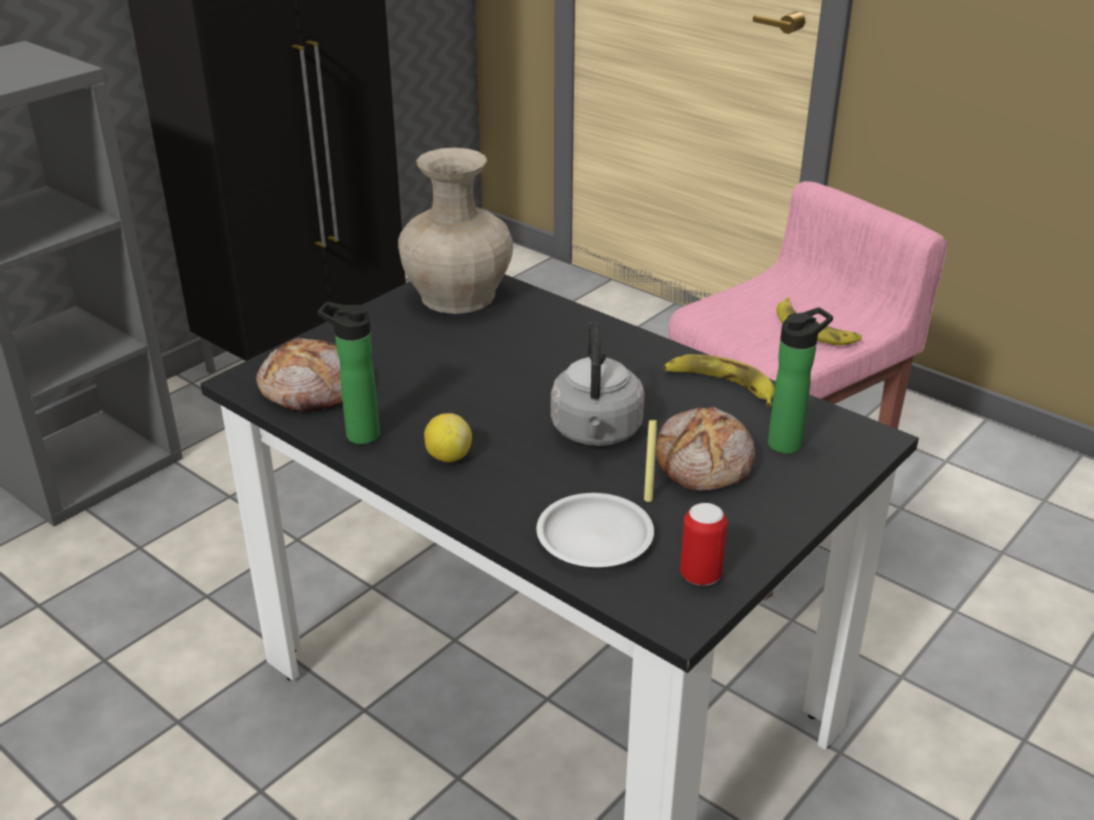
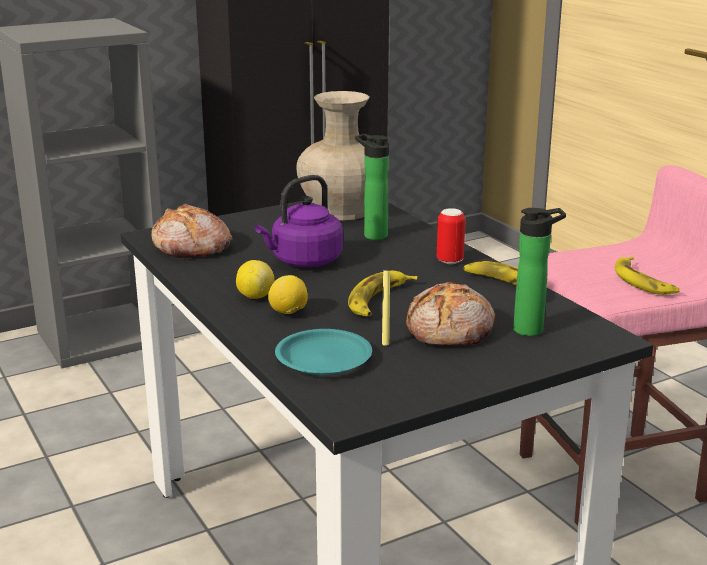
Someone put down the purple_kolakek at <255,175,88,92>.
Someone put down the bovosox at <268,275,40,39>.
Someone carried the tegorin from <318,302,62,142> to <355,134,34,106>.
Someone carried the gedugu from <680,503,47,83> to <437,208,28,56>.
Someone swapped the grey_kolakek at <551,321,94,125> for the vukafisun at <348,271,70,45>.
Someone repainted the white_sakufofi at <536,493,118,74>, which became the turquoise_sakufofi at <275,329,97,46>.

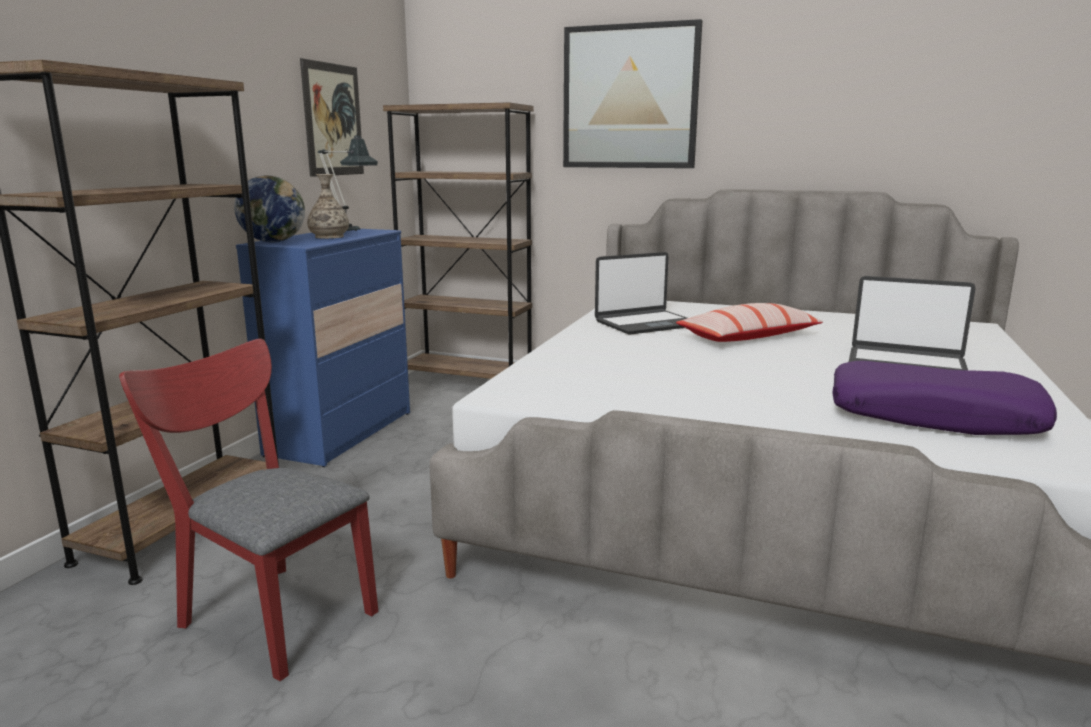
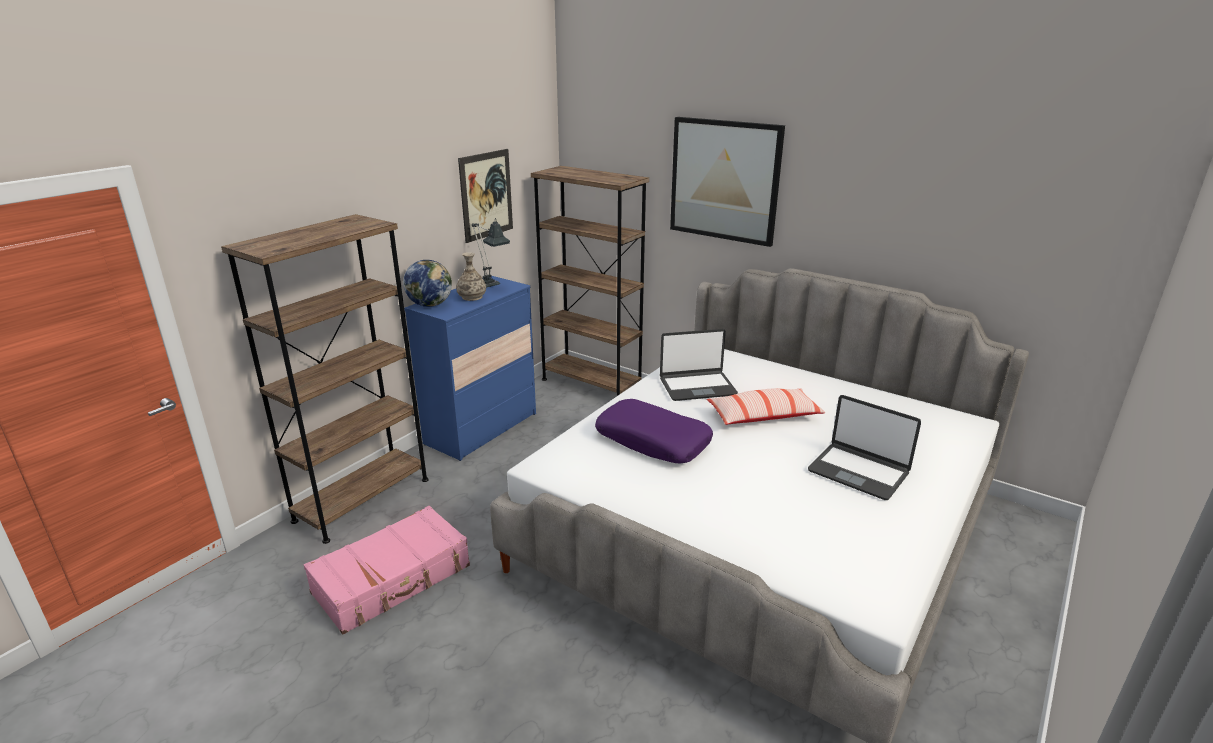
Someone carried the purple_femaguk from <833,361,224,74> to <595,399,118,65>.
Someone swapped the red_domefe at <119,339,259,342> for the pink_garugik at <304,506,166,129>.

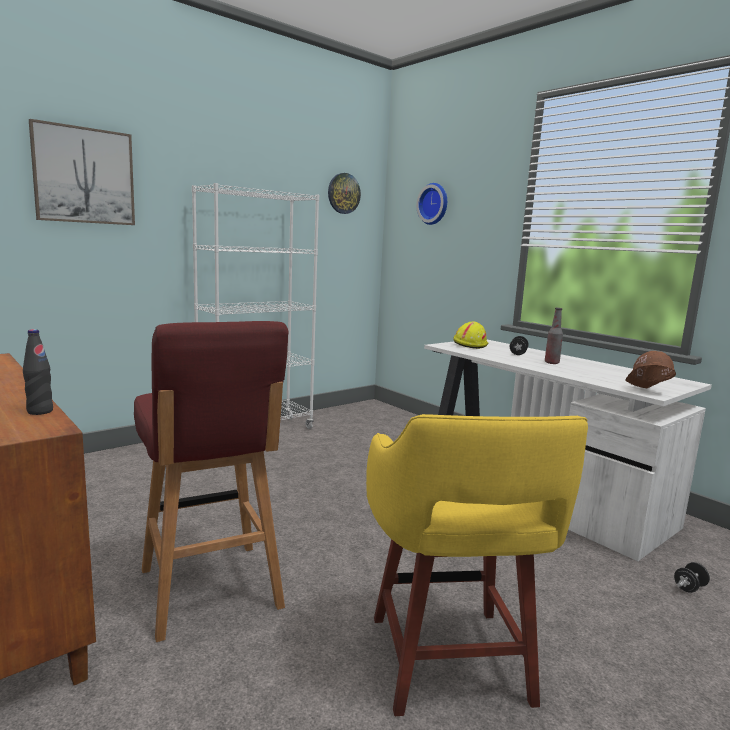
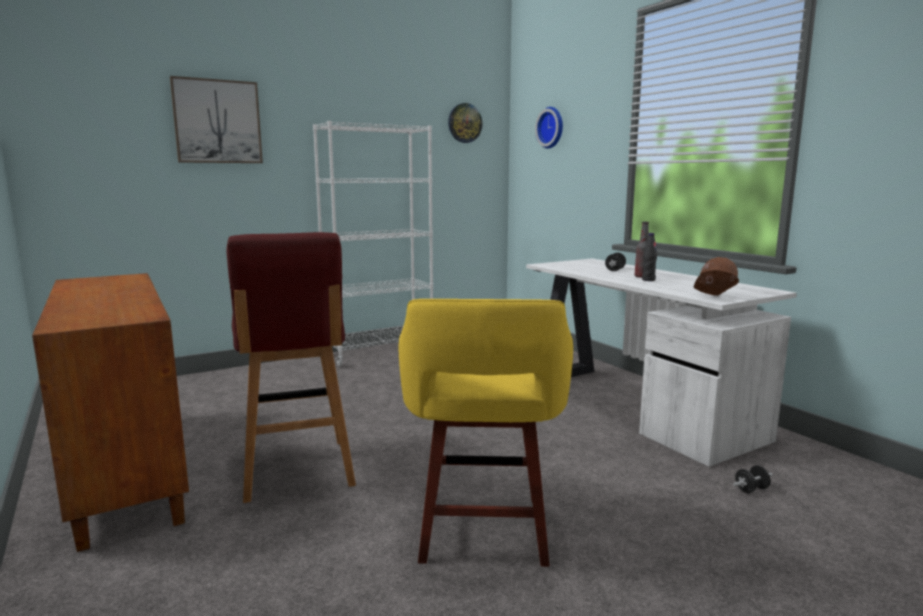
Someone took away the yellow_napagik at <454,322,34,27>.
Someone carried the black_tegorin from <23,329,30,86> to <642,233,15,48>.

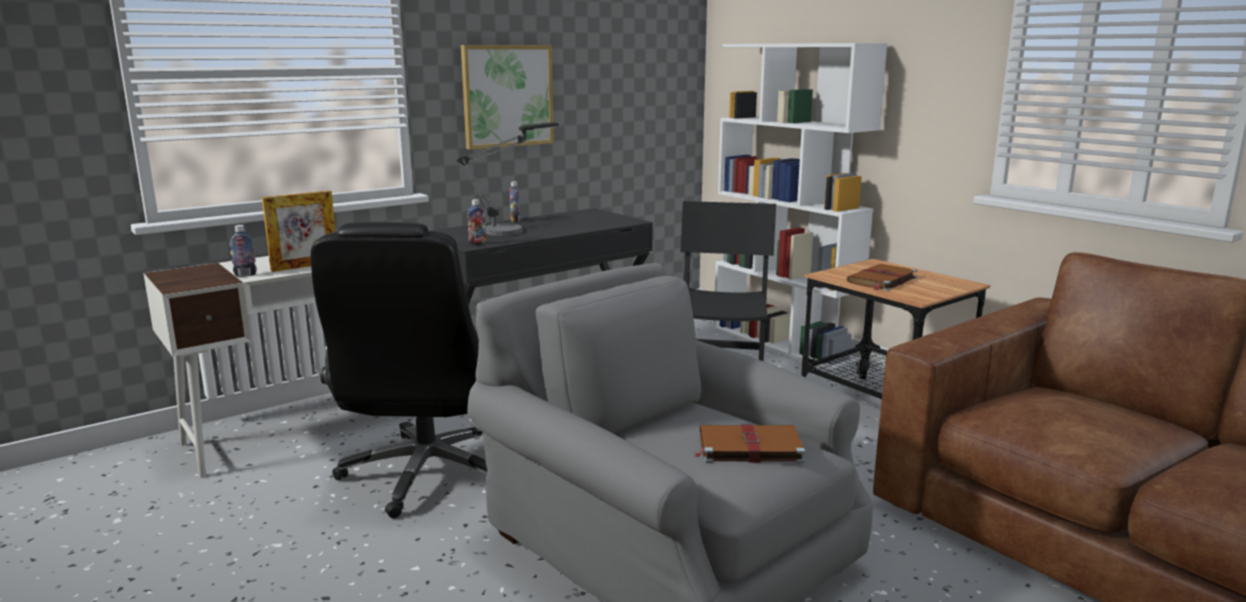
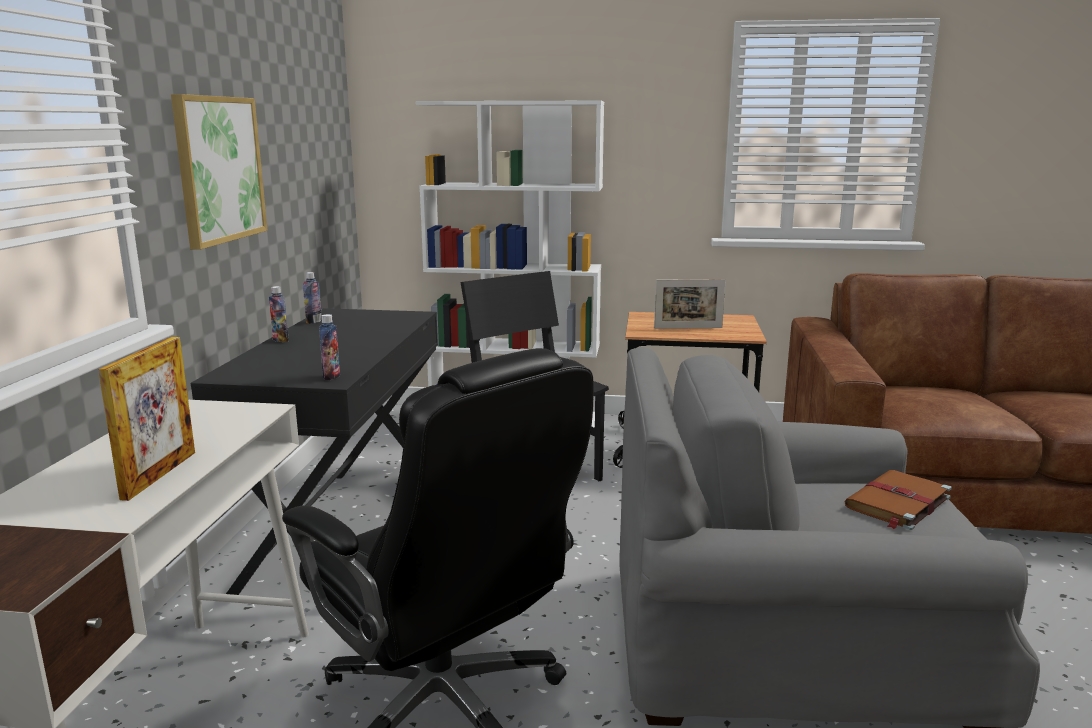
Someone took away the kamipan at <457,122,102,114>.
Someone carried the tegorin from <230,225,27,52> to <303,272,19,52>.
Someone swapped the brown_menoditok at <847,264,71,27> for the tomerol at <654,279,72,50>.

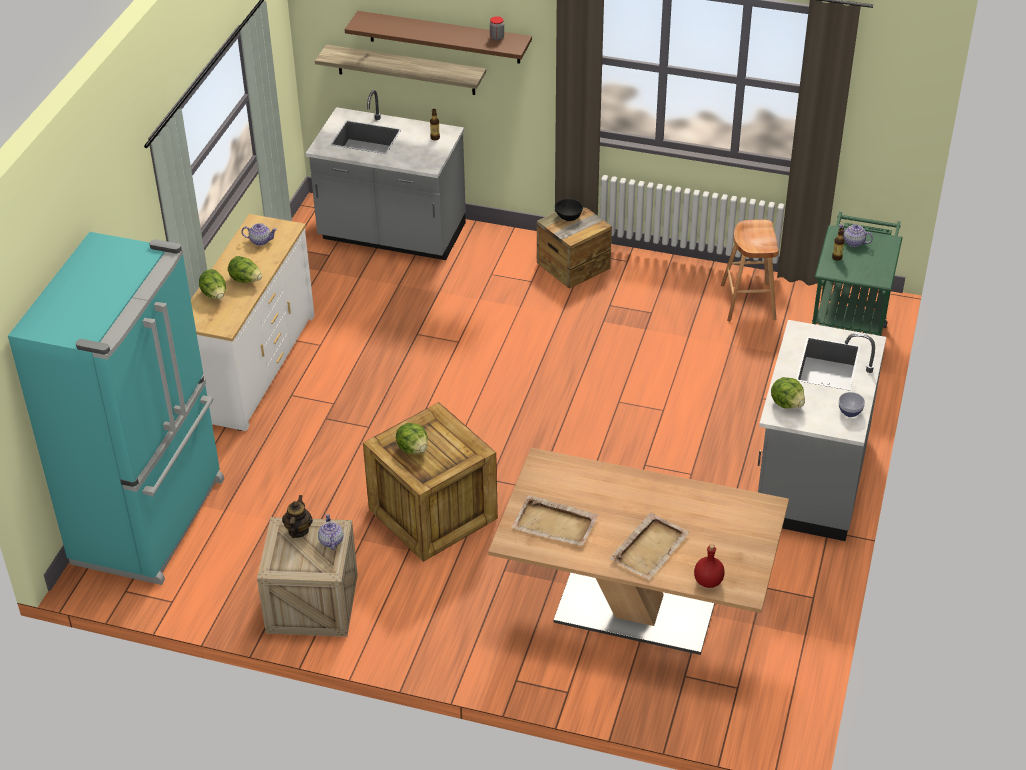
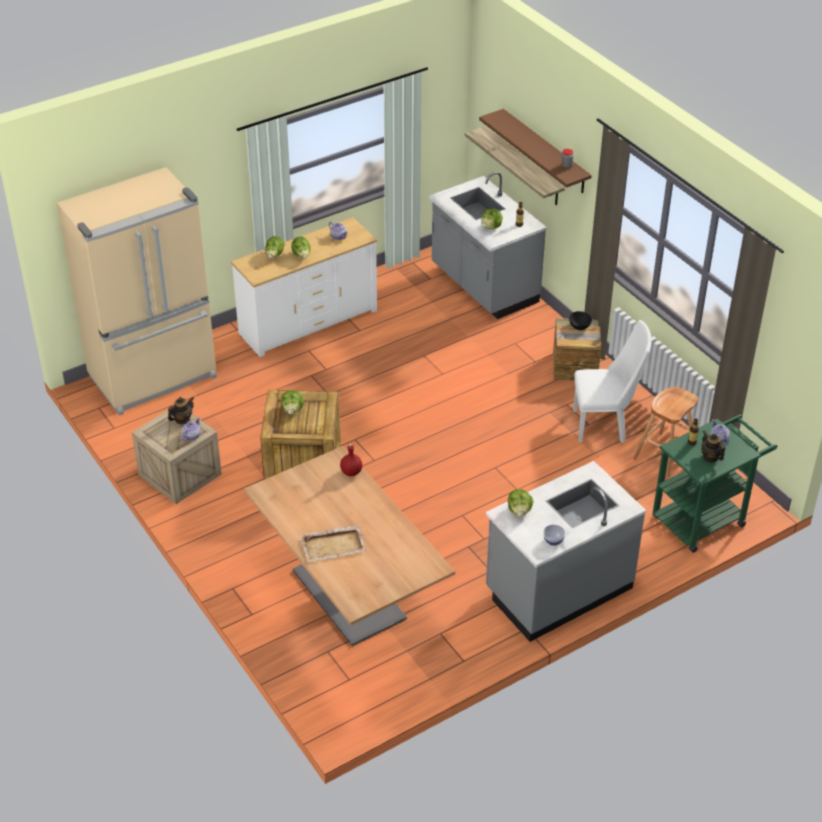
Someone took away the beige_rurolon at <511,495,87,51>.
Someone put down the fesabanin at <481,208,22,21>.
Someone put down the white_domefe at <573,320,78,123>.
Someone put down the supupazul at <701,431,24,31>.
Someone carried the red_tegorin from <694,544,31,44> to <340,443,22,33>.
Someone repainted the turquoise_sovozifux at <8,232,216,353>, which became the beige_sovozifux at <57,167,160,249>.

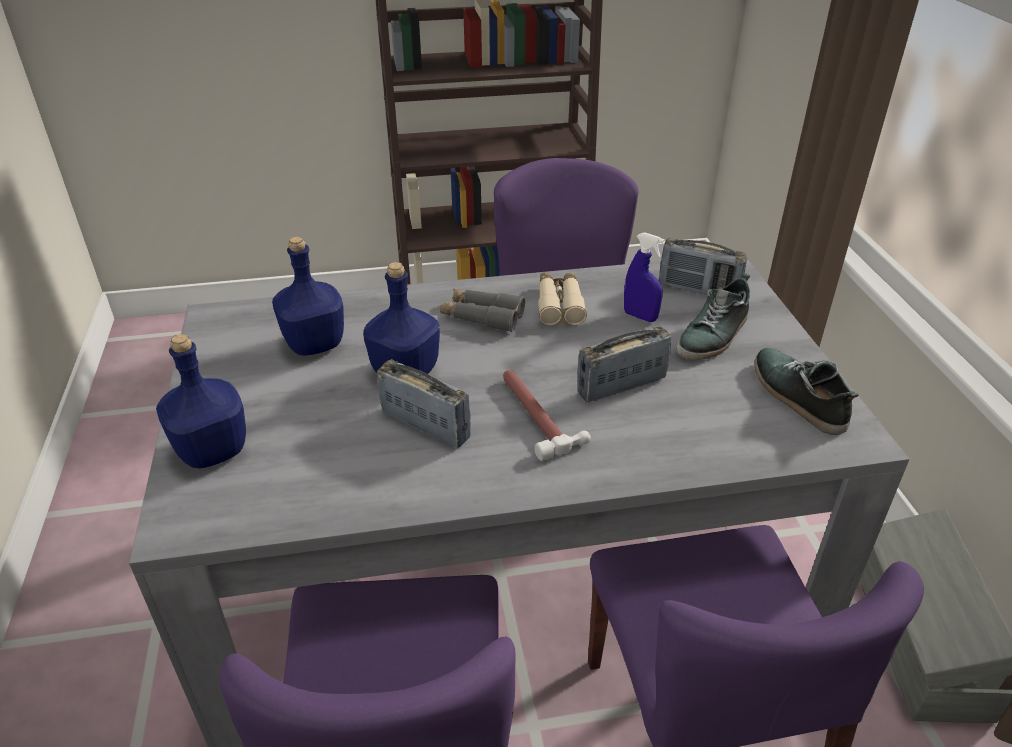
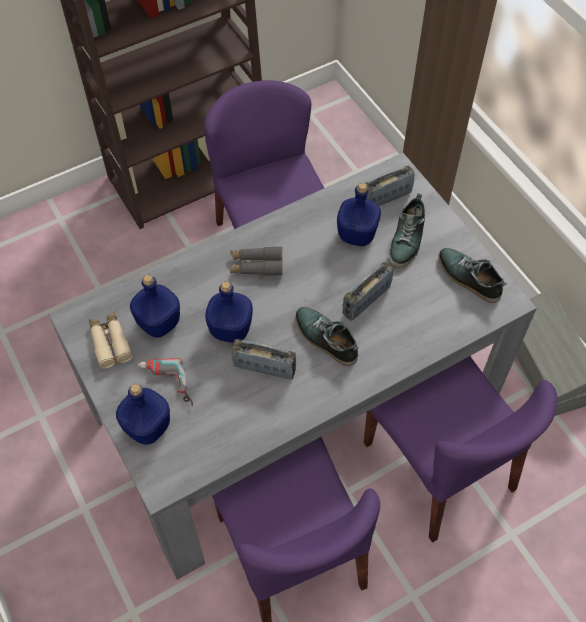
Someone put down the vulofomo at <137,358,56,48>.
Someone carried the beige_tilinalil from <538,272,49,53> to <89,312,44,57>.
Someone swapped the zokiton at <503,370,88,91> for the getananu at <295,307,64,59>.
Someone swapped the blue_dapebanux at <624,232,41,90> for the blue_tegorin at <337,183,44,63>.
Someone rotated the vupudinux at <659,238,88,57> by 150 degrees clockwise.

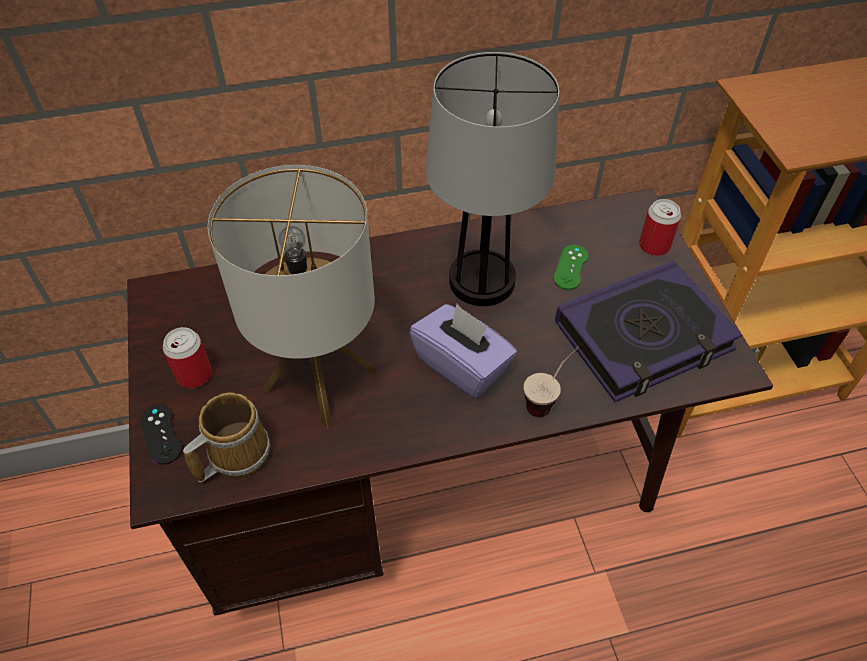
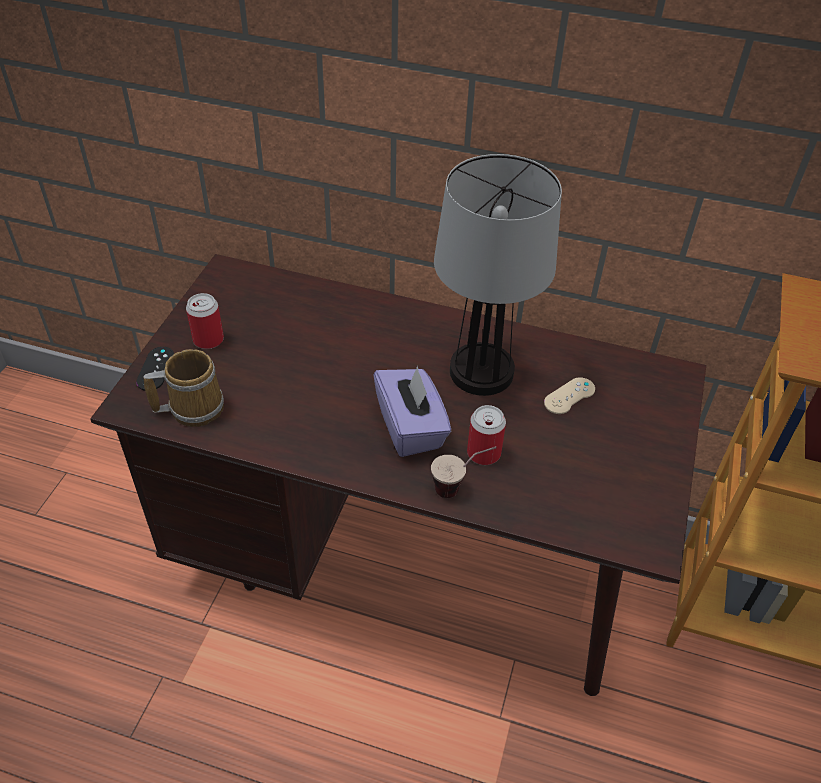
Someone took away the kamipan at <208,165,169,263>.
Someone took away the menoditok at <555,260,187,142>.
Someone carried the gedugu from <639,199,42,57> to <467,405,39,60>.
Someone repainted the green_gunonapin at <553,245,35,45>, which became the beige_gunonapin at <544,377,51,37>.

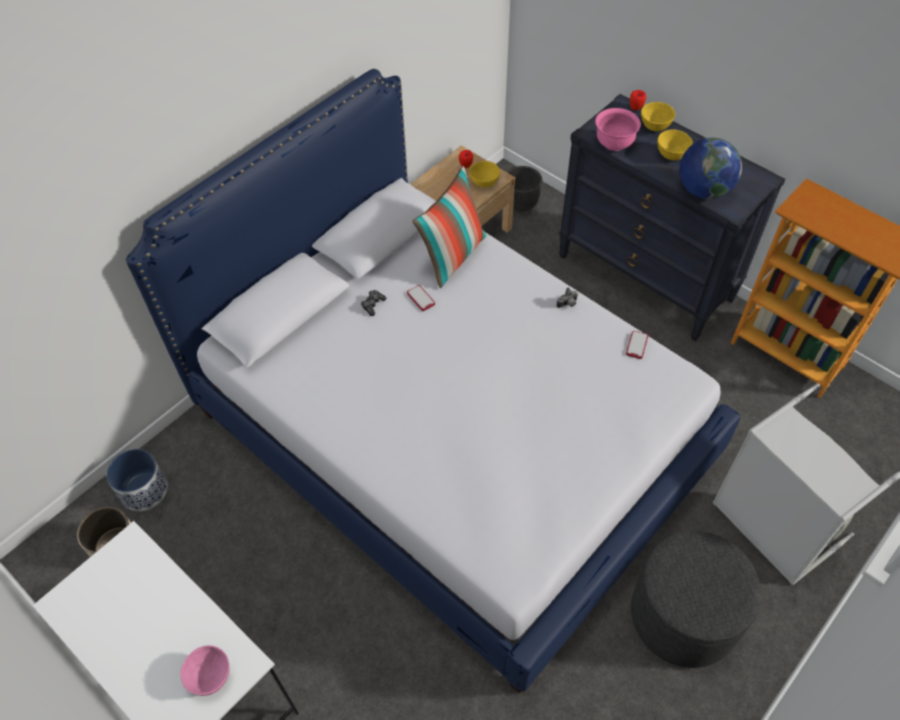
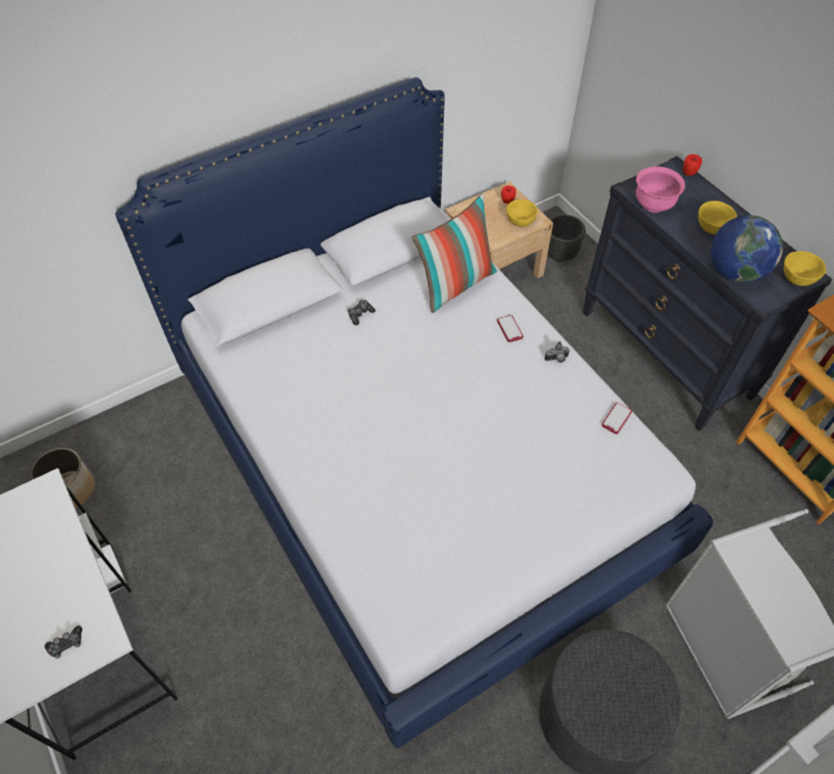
Someone took away the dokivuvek at <107,449,61,62>.
Someone carried the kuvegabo from <407,285,28,26> to <497,315,26,27>.
Someone carried the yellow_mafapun from <641,102,34,29> to <784,251,42,35>.
Someone swapped the pink_mafapun at <180,645,50,51> for the gunonapin at <45,625,37,34>.

